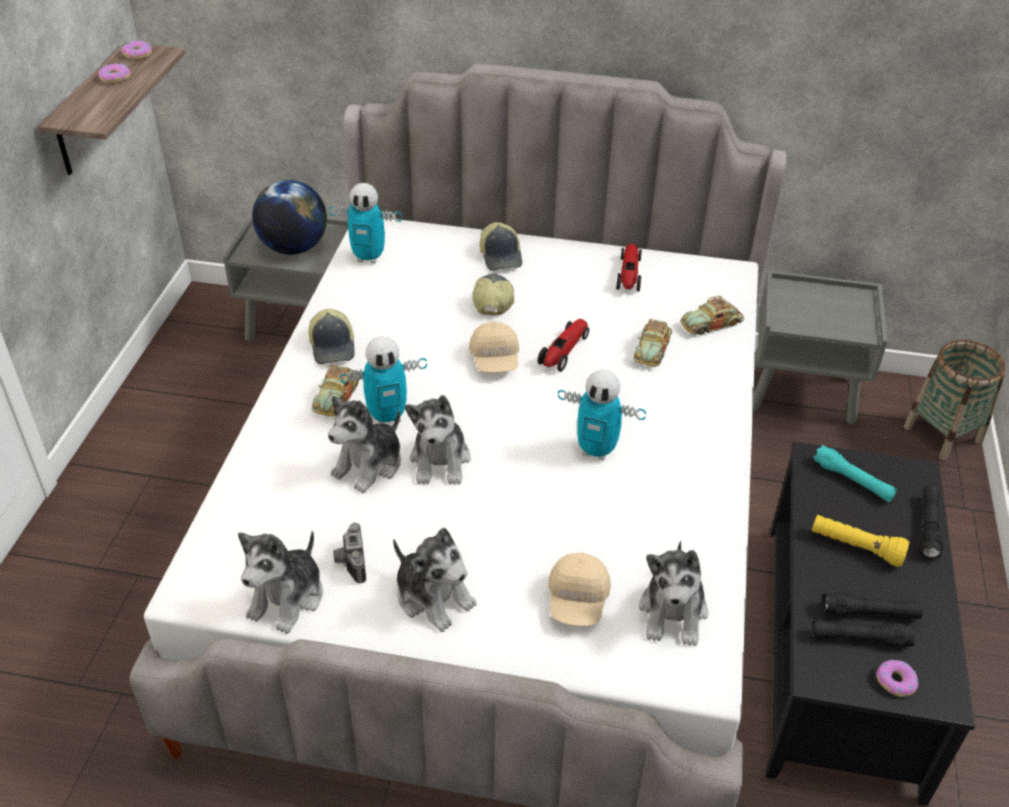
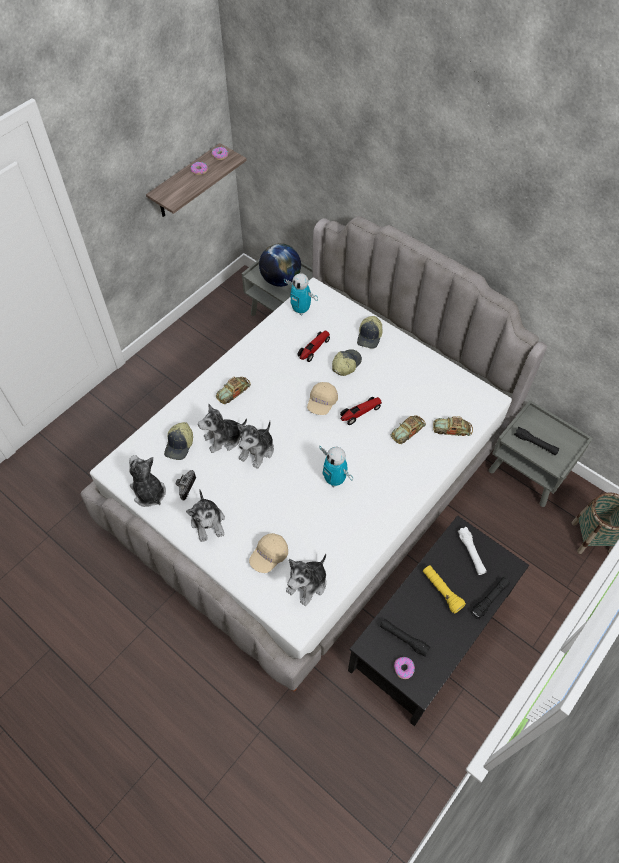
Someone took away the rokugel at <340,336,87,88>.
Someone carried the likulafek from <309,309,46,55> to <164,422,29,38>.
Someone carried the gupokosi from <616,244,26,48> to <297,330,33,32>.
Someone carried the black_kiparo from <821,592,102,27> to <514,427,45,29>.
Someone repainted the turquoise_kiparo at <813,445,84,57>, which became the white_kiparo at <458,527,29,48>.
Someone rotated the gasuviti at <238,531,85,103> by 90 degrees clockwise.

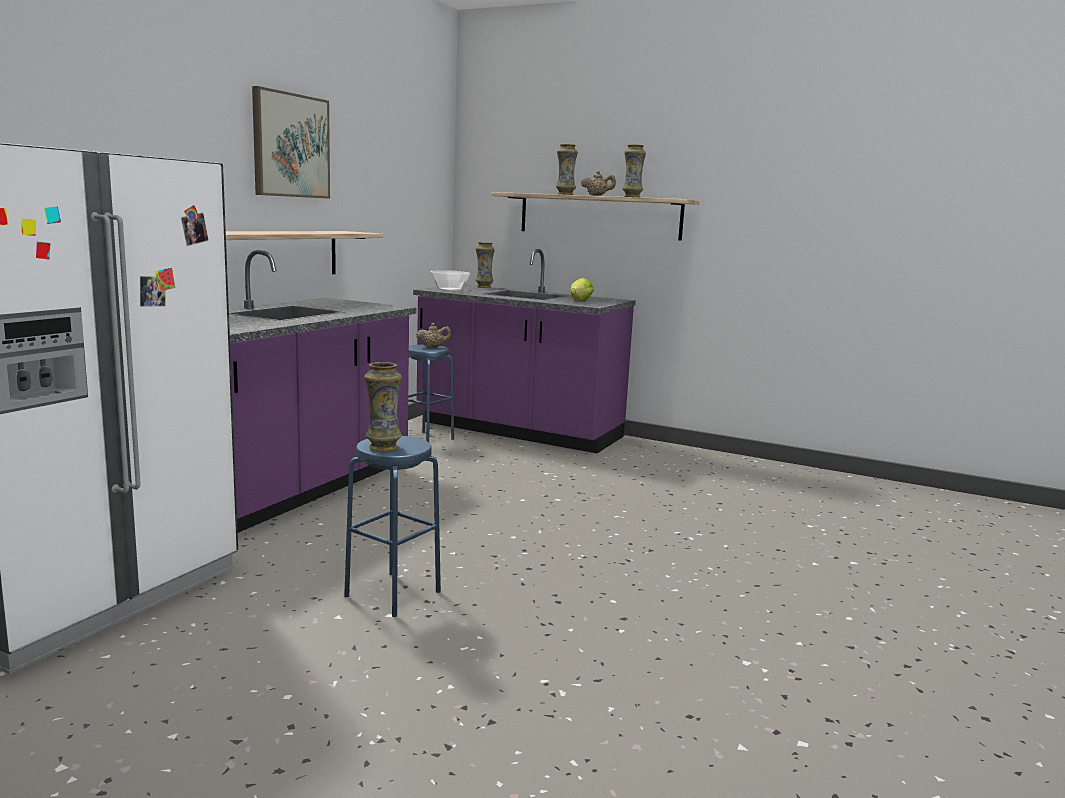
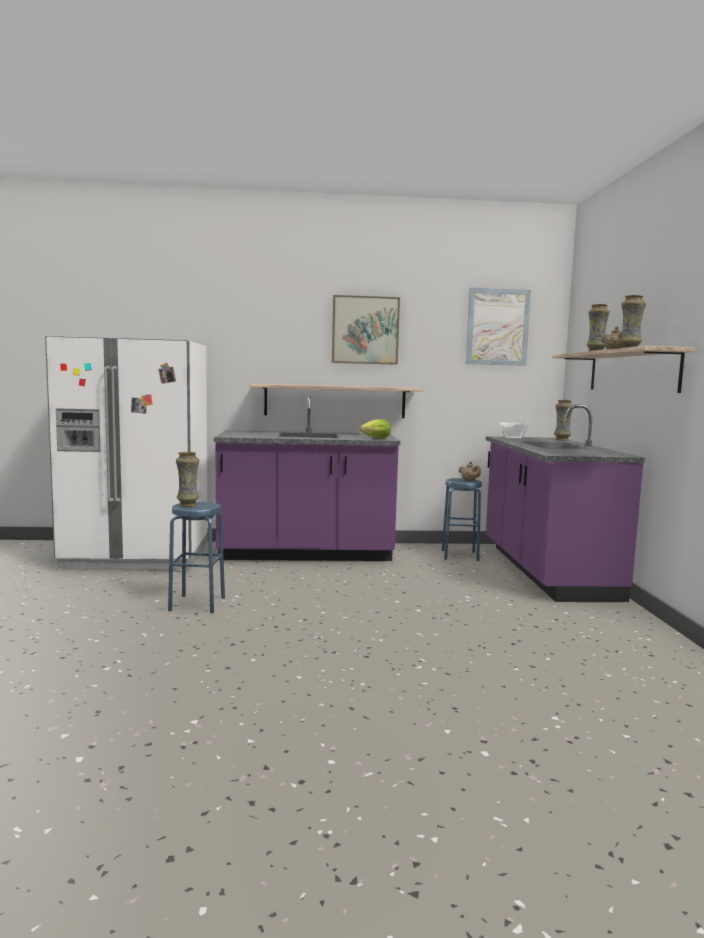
Someone put up the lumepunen at <466,288,65,78>.
Someone carried the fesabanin from <570,278,24,23> to <360,419,31,19>.

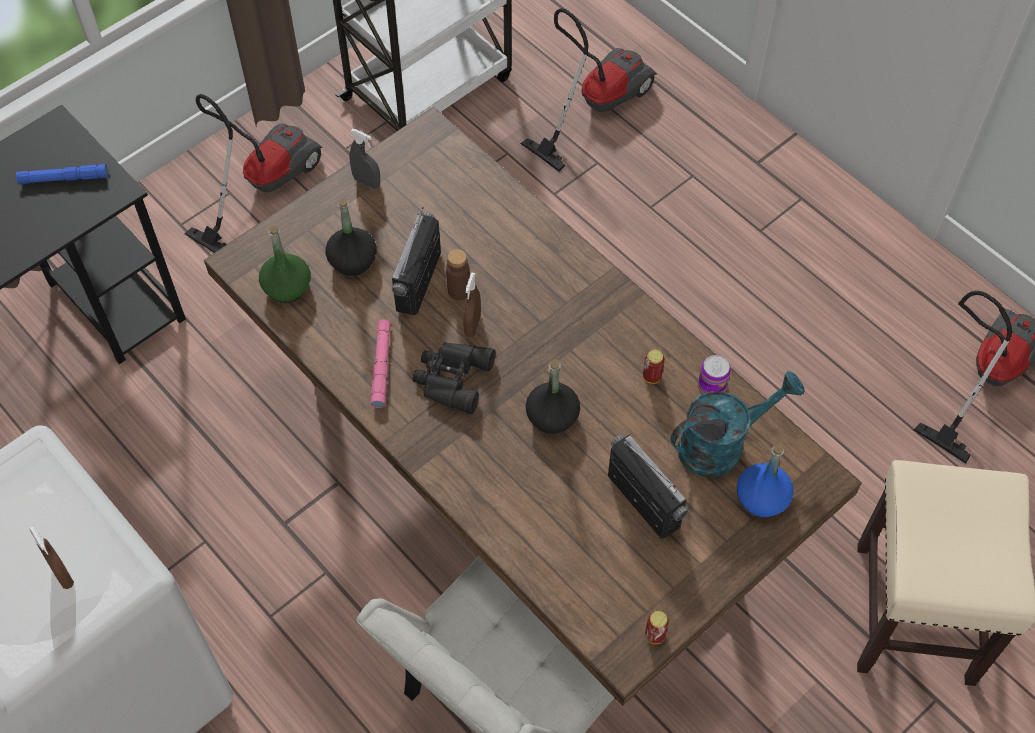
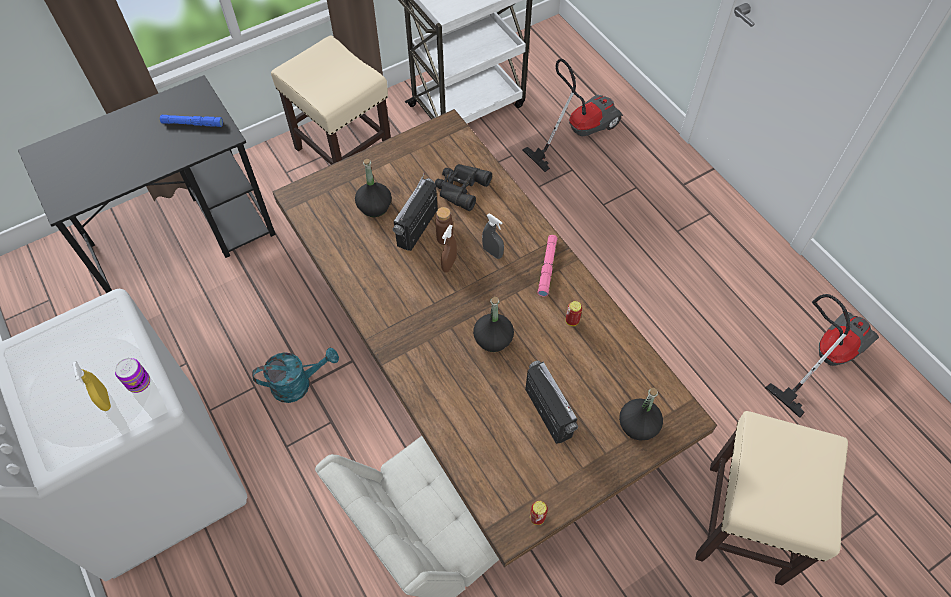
Someone took away the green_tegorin at <259,225,52,78>.
Someone carried the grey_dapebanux from <349,129,31,60> to <482,214,22,45>.
Someone carried the pink_kiparo from <370,319,21,89> to <538,235,20,62>.
Someone carried the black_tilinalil from <413,342,82,72> to <435,164,57,47>.
Someone carried the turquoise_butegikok from <670,371,135,106> to <252,348,87,55>.
Someone carried the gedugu from <698,355,33,39> to <115,358,35,35>.
Someone swapped the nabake at <185,94,137,159> for the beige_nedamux at <271,36,120,129>.
Someone repainted the brown_dapebanux at <29,526,45,63>, which became the yellow_dapebanux at <73,361,38,50>.
Someone repainted the blue_tegorin at <737,444,57,73>, which became the black_tegorin at <619,388,44,52>.

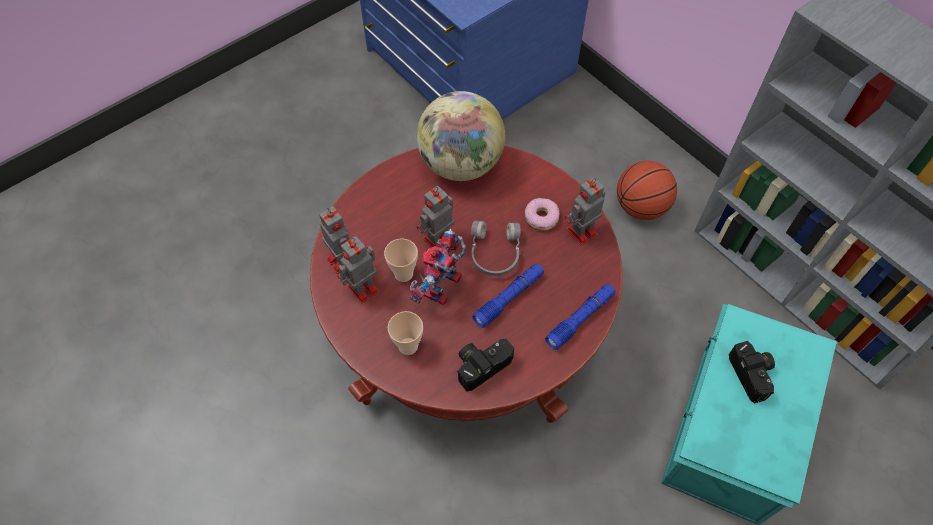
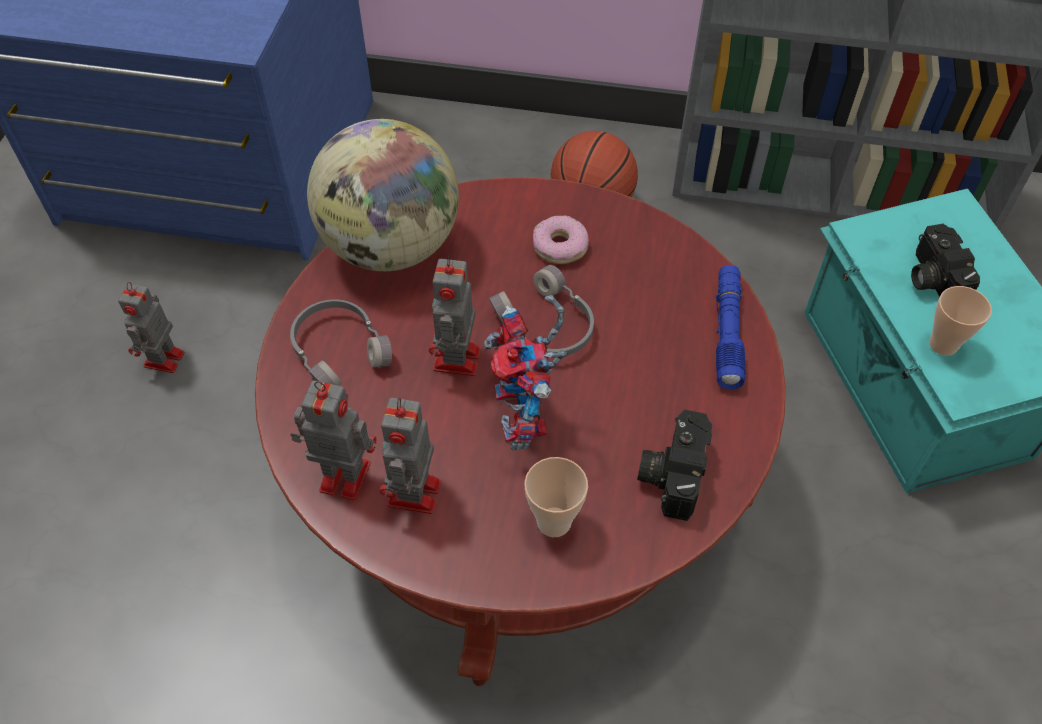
Someone took away the blue_kiparo at <473,264,71,64>.
Someone put down the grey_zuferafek at <290,299,102,87>.
Someone carried the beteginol from <384,239,34,43> to <929,286,63,70>.
Someone carried the rokugel from <565,177,40,68> to <118,282,67,91>.
Someone rotated the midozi at <729,341,46,63> by 135 degrees counterclockwise.

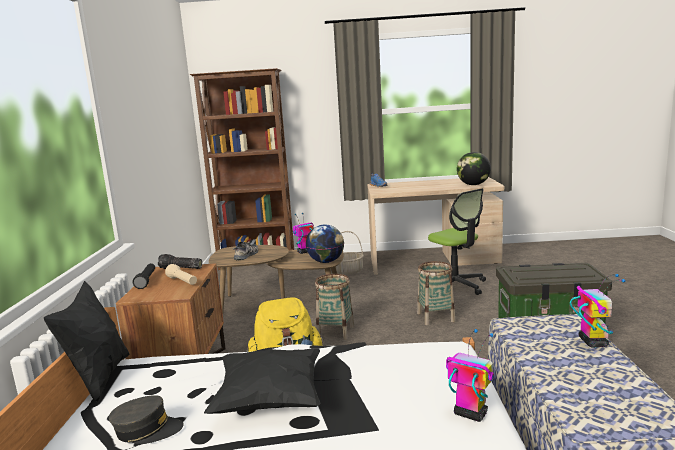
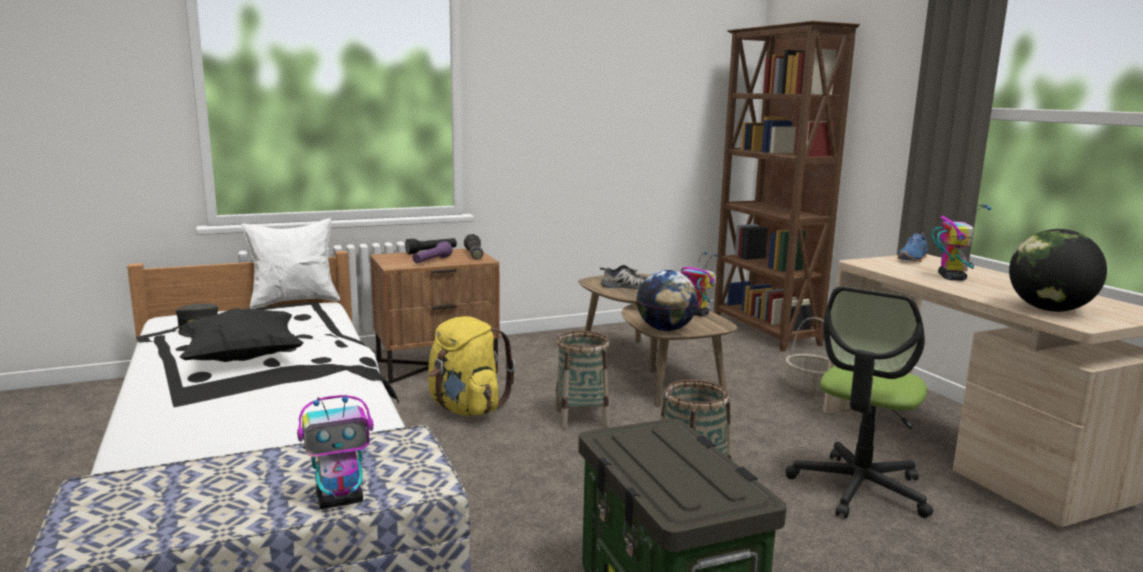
Someone carried the rokugel from <446,329,48,93> to <931,205,60,75>.
Someone repainted the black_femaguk at <44,281,85,121>, which became the white_femaguk at <241,218,99,91>.
Someone repainted the beige_kiparo at <165,264,32,21>, which became the purple_kiparo at <412,241,41,22>.

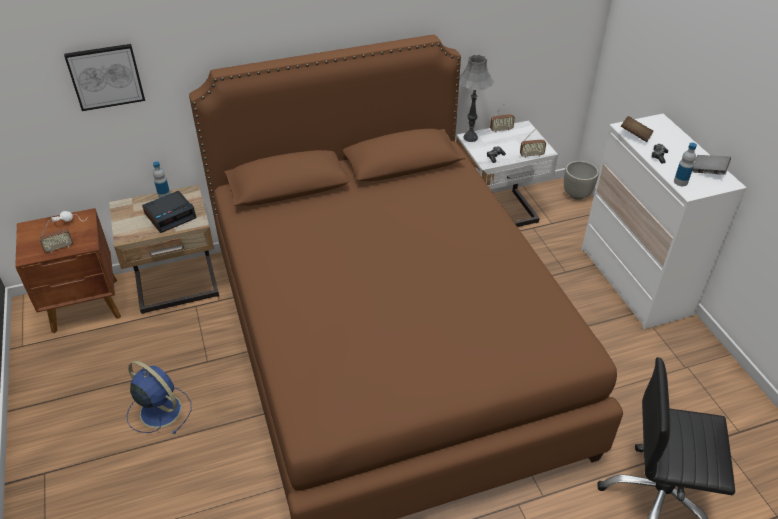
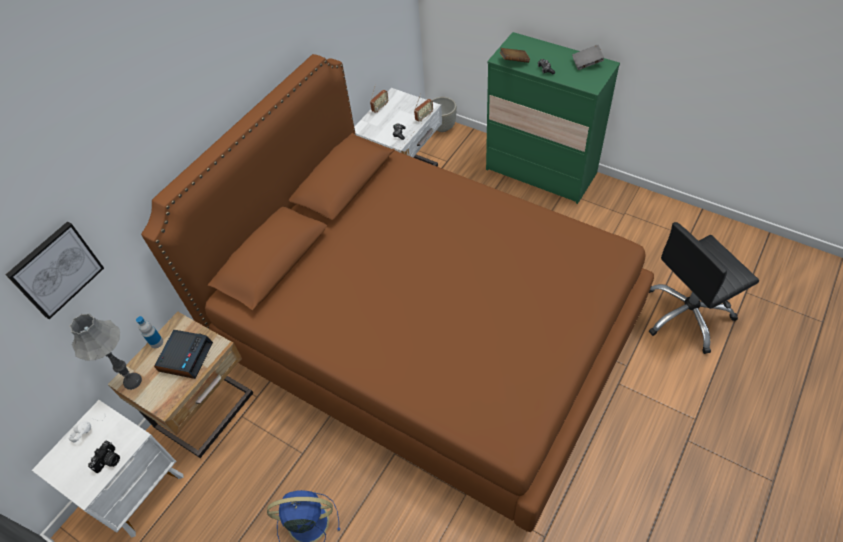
Someone took away the tegorin at <674,143,23,43>.
Someone carried the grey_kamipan from <459,55,35,87> to <70,313,72,77>.
Someone swapped the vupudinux at <39,220,34,33> for the midozi at <88,440,32,33>.
Someone repainted the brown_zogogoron at <15,208,106,125>, which became the white_zogogoron at <32,400,151,137>.
Someone repainted the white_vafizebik at <581,114,166,215>, which became the green_vafizebik at <486,32,134,172>.

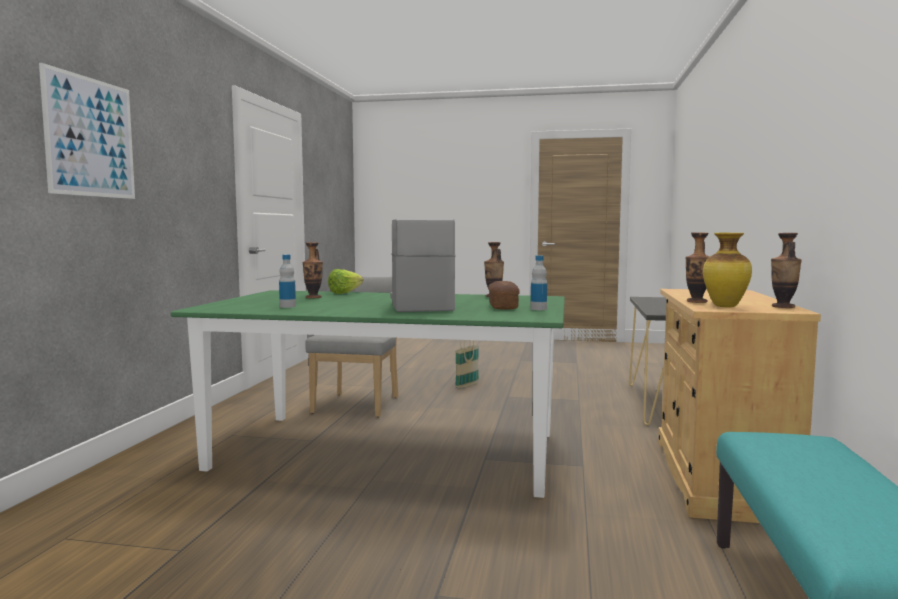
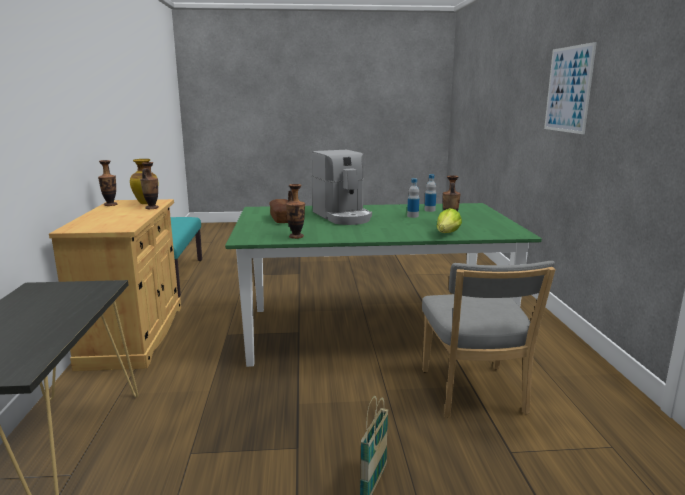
Someone carried the tegorin from <531,256,16,54> to <407,178,12,40>.

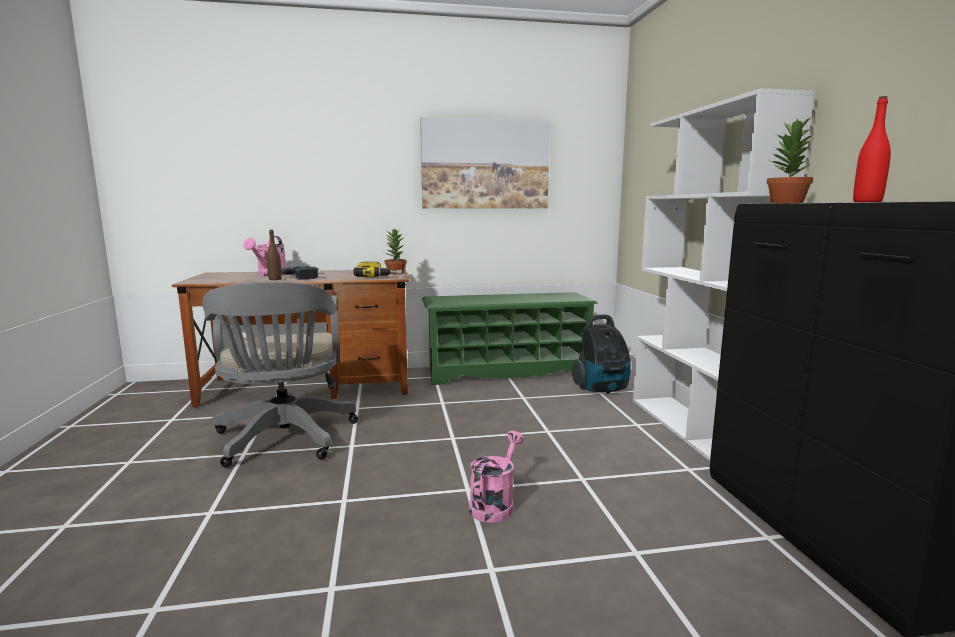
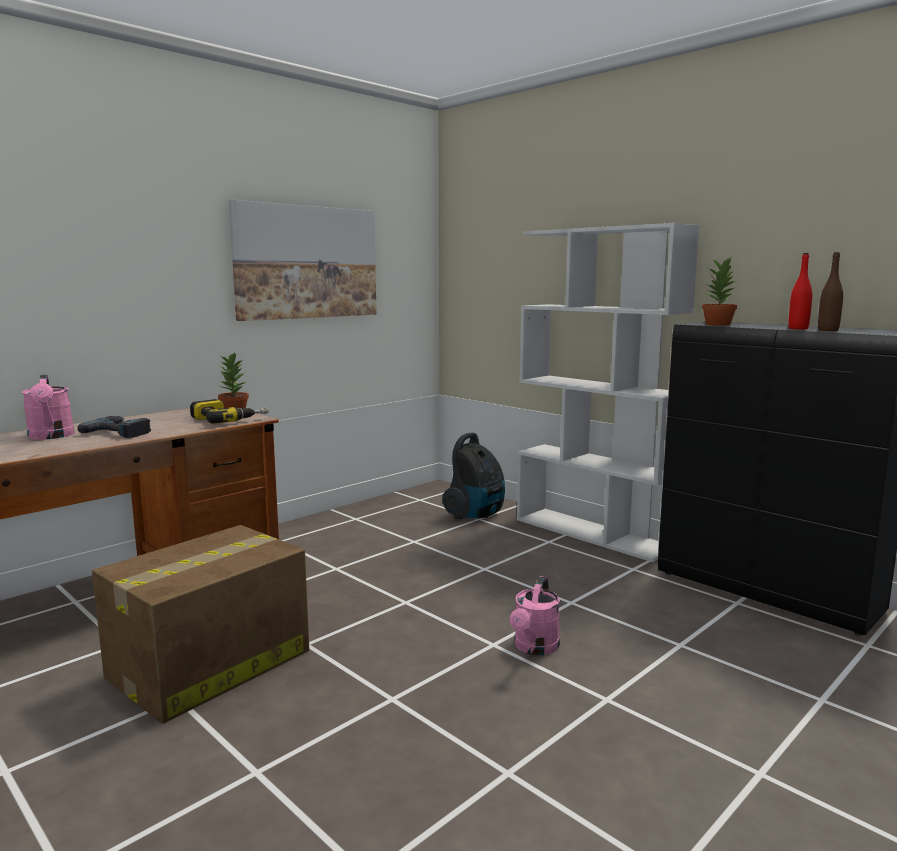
Someone took away the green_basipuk at <422,292,176,93>.
Someone carried the brown_tegorin from <267,230,15,50> to <818,252,25,79>.
Someone swapped the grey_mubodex at <203,281,155,186> for the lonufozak at <92,525,217,199>.
Someone rotated the pink_butegikok at <469,431,55,92> by 150 degrees counterclockwise.

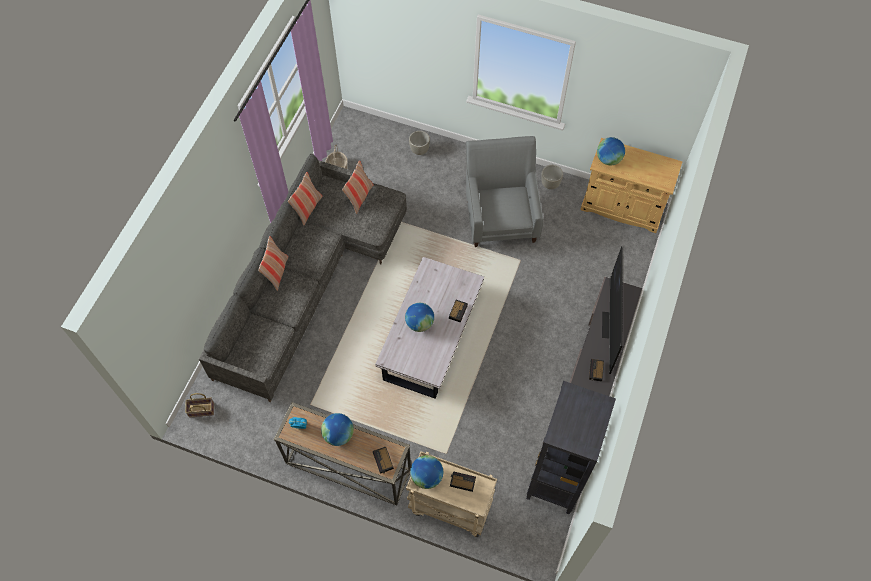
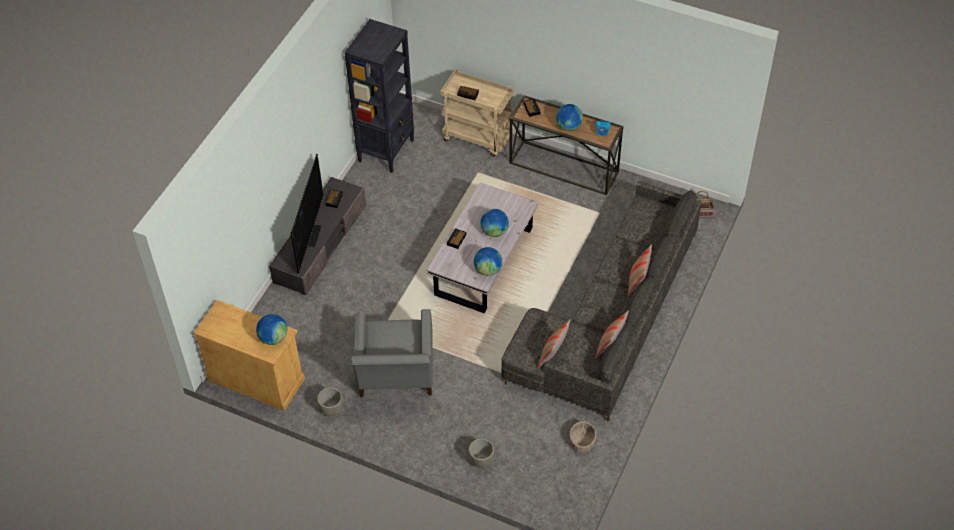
Someone carried the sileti from <410,455,33,34> to <474,247,28,29>.

